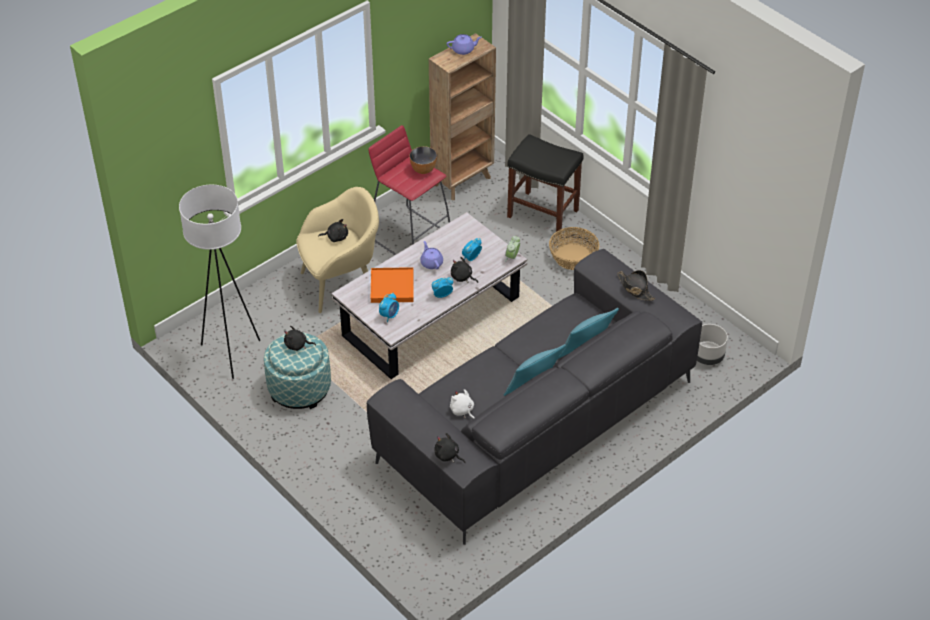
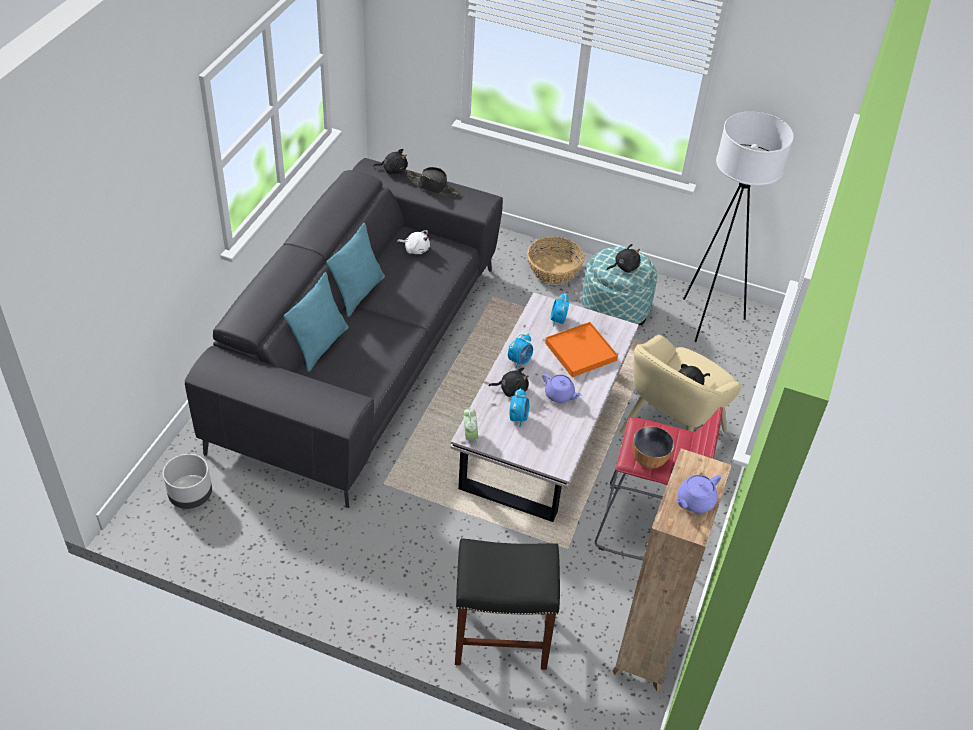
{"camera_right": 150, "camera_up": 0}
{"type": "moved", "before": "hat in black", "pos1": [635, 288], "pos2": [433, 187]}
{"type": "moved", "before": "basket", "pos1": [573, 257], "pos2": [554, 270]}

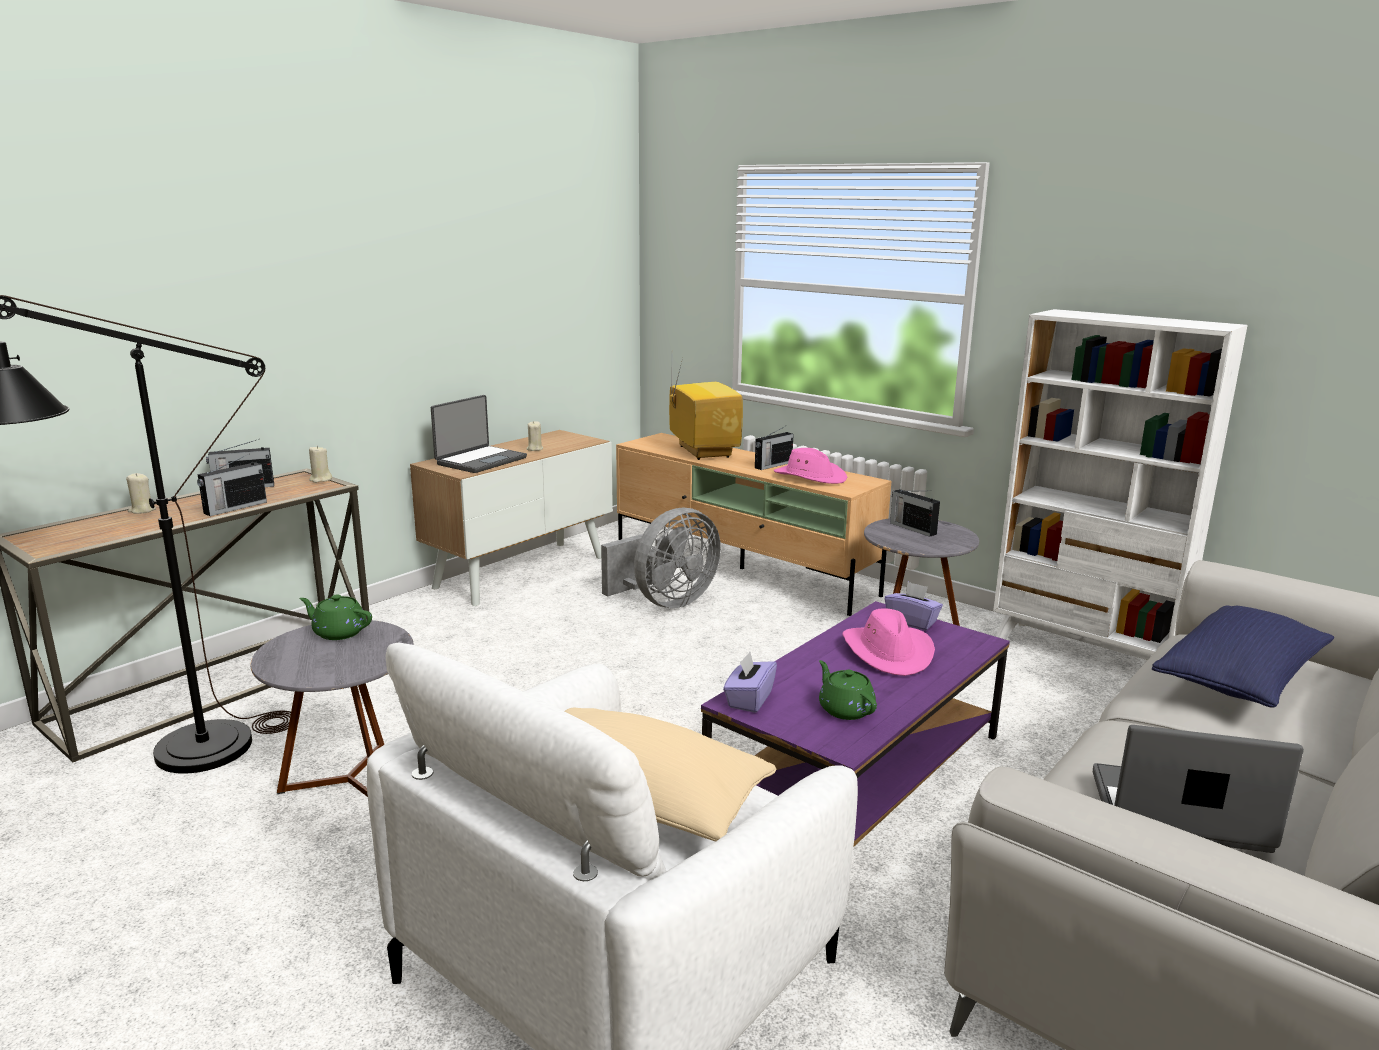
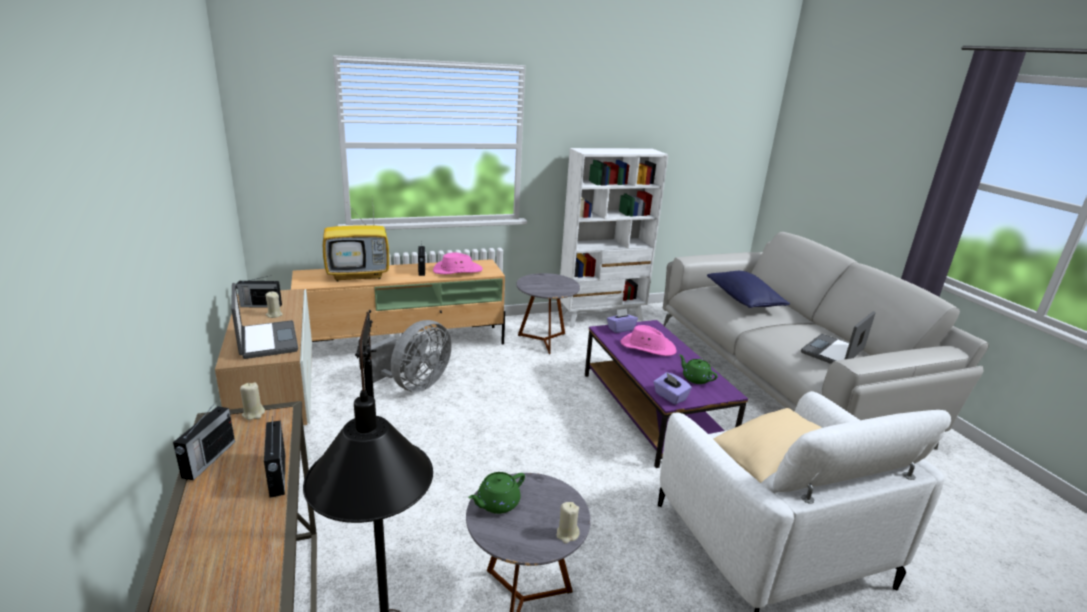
{"camera_right": -60, "camera_up": 5}
{"type": "moved", "before": "radio", "pos1": [912, 528], "pos2": [260, 305]}
{"type": "turned", "before": "television", "pos1": [702, 451], "pos2": [359, 275], "turn": 150}
{"type": "turned", "before": "fan in grey", "pos1": [666, 602], "pos2": [414, 385], "turn": 45}
{"type": "moved", "before": "candle in beige", "pos1": [142, 510], "pos2": [567, 534]}
{"type": "turned", "before": "teapot in green", "pos1": [845, 709], "pos2": [695, 378], "turn": 45}

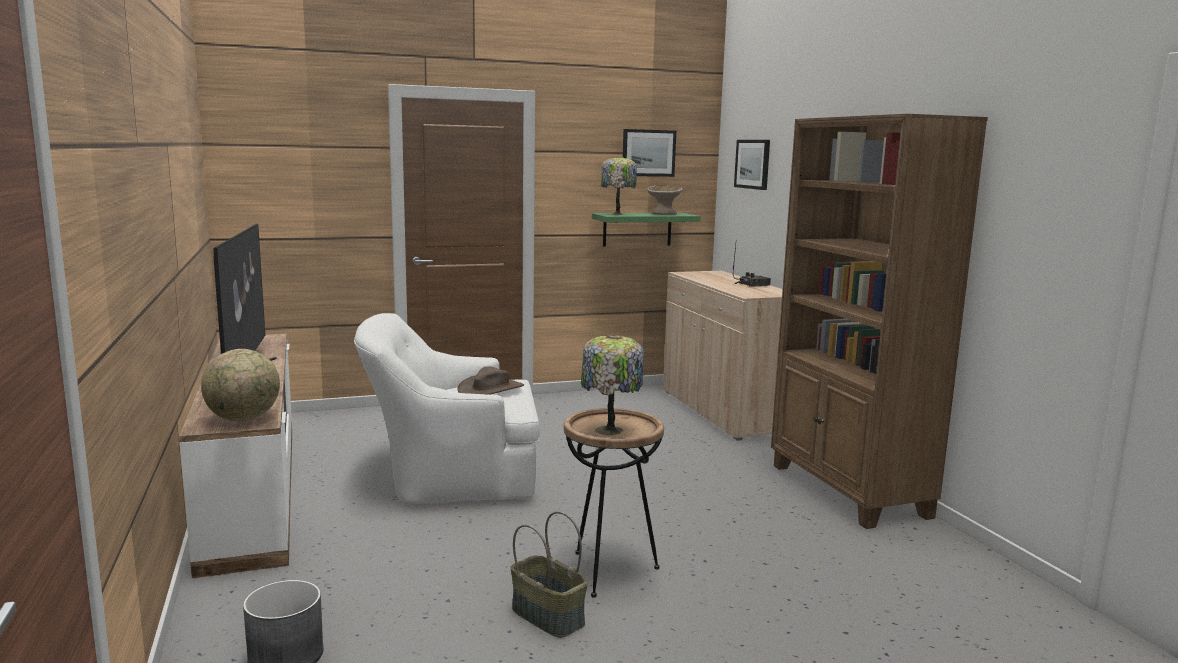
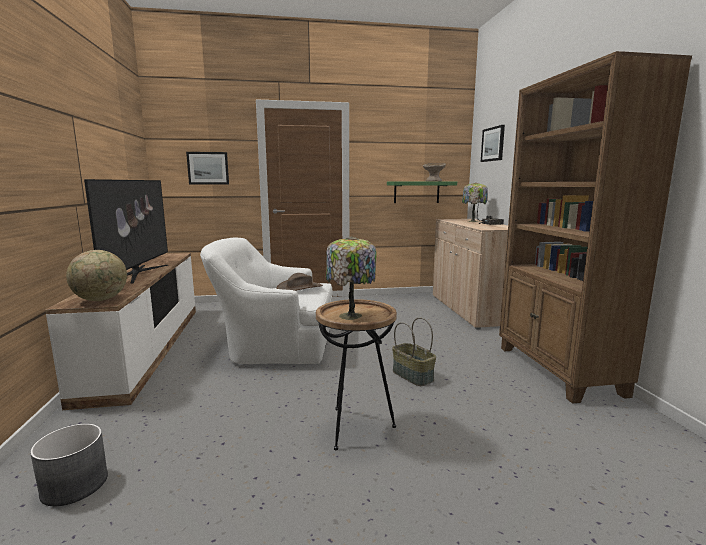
{"camera_right": 10, "camera_up": 0}
{"type": "moved", "before": "picture", "pos1": [648, 153], "pos2": [208, 168]}
{"type": "moved", "before": "basket", "pos1": [549, 616], "pos2": [413, 376]}
{"type": "moved", "before": "table lamp", "pos1": [617, 214], "pos2": [472, 221]}

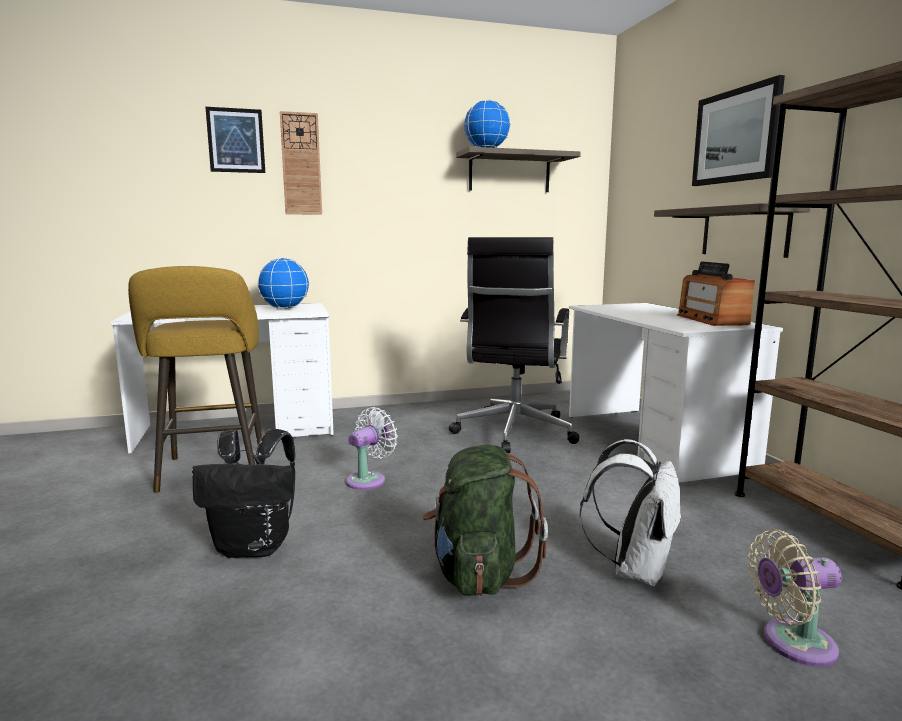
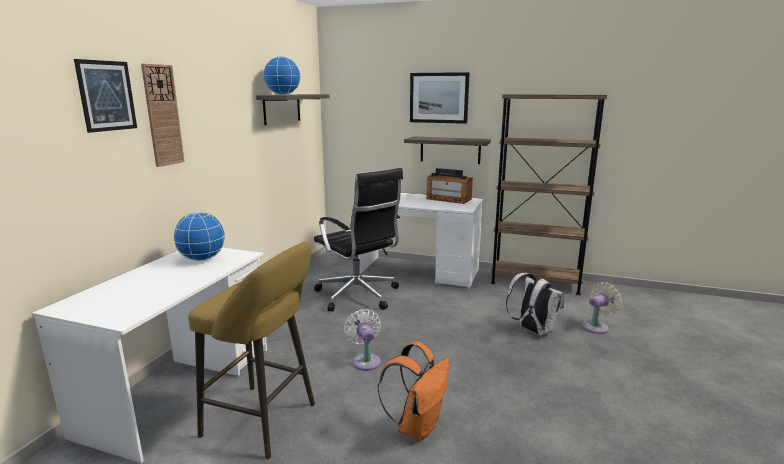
{"camera_right": -55, "camera_up": 5}
{"type": "recoloured", "before": "backpack in black", "after": "backpack in orange", "pos1": [255, 547], "pos2": [417, 426]}
{"type": "turned", "before": "fan in beige", "pos1": [792, 643], "pos2": [597, 326], "turn": -150}
{"type": "removed", "before": "backpack in green", "pos1": [479, 574]}

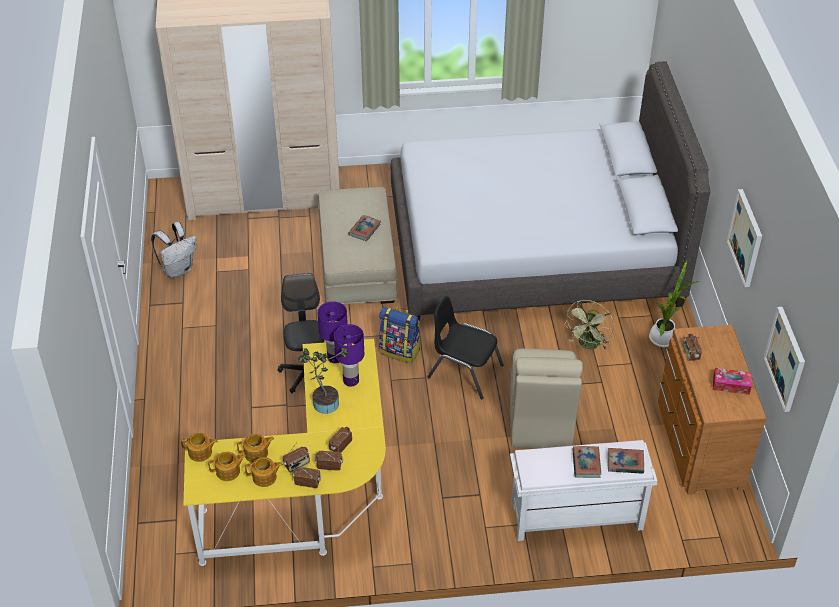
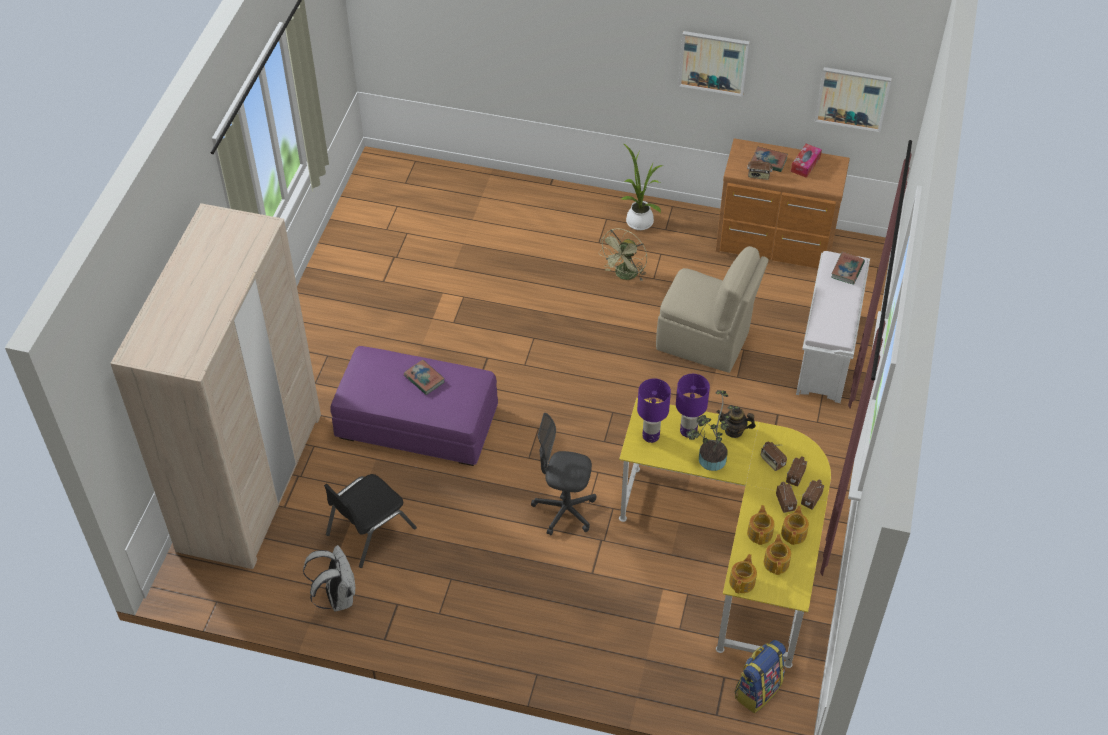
{"camera_right": -70, "camera_up": 5}
{"type": "moved", "before": "chair in black", "pos1": [464, 371], "pos2": [370, 531]}
{"type": "recoloured", "before": "ottoman in beige", "after": "ottoman in purple", "pos1": [357, 263], "pos2": [417, 423]}
{"type": "turned", "before": "fan in green", "pos1": [588, 345], "pos2": [624, 276], "turn": 75}
{"type": "added", "after": "teapot", "pos2": [734, 431]}
{"type": "moved", "before": "backpack", "pos1": [400, 351], "pos2": [757, 690]}
{"type": "moved", "before": "book", "pos1": [586, 463], "pos2": [768, 161]}
{"type": "removed", "before": "bed in grey", "pos1": [533, 250]}

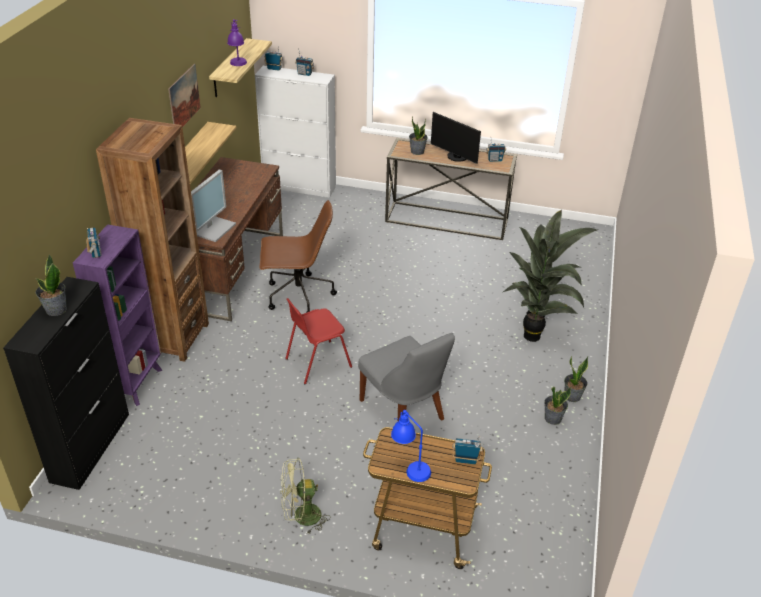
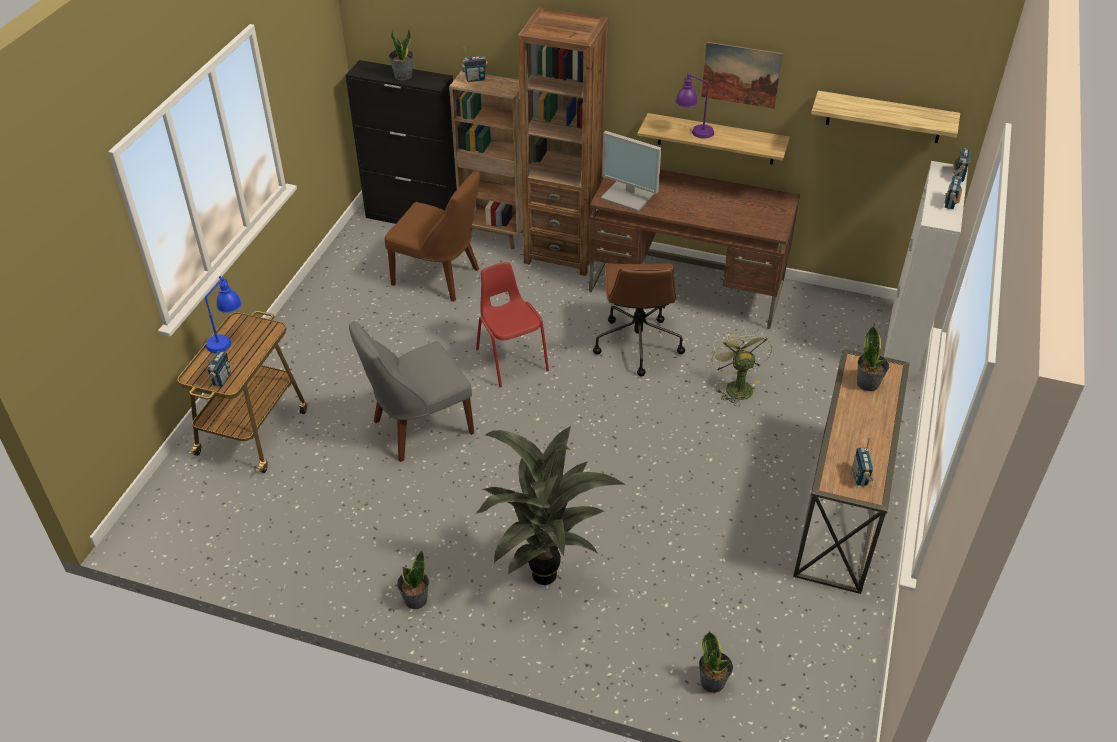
{"camera_right": 95, "camera_up": 5}
{"type": "added", "after": "chair in brown", "pos2": [439, 277]}
{"type": "recoloured", "before": "bookcase in purple", "after": "bookcase in brown", "pos1": [136, 383], "pos2": [495, 235]}
{"type": "moved", "before": "table lamp in purple", "pos1": [238, 65], "pos2": [693, 133]}
{"type": "moved", "before": "potted plant", "pos1": [552, 418], "pos2": [713, 682]}
{"type": "moved", "before": "fan in green", "pos1": [301, 517], "pos2": [736, 386]}
{"type": "removed", "before": "monitor", "pos1": [456, 157]}

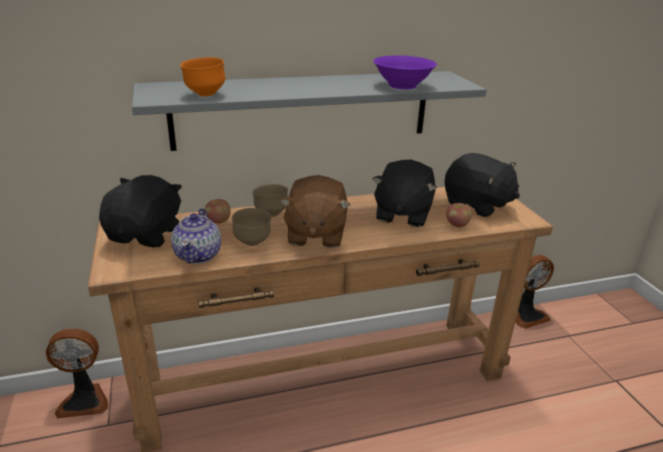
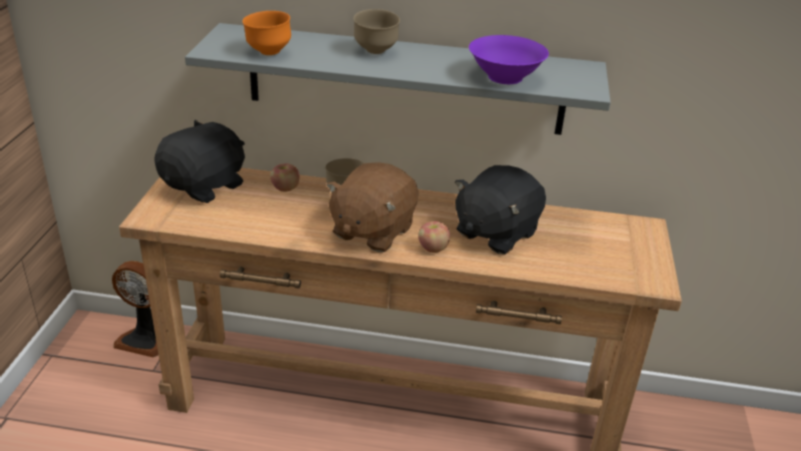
{"camera_right": 25, "camera_up": 5}
{"type": "moved", "before": "bowl in brown", "pos1": [252, 243], "pos2": [375, 51]}
{"type": "moved", "before": "apple", "pos1": [457, 224], "pos2": [433, 248]}
{"type": "removed", "before": "teapot", "pos1": [198, 255]}
{"type": "removed", "before": "plush toy in black", "pos1": [477, 205]}
{"type": "removed", "before": "fan", "pos1": [526, 315]}

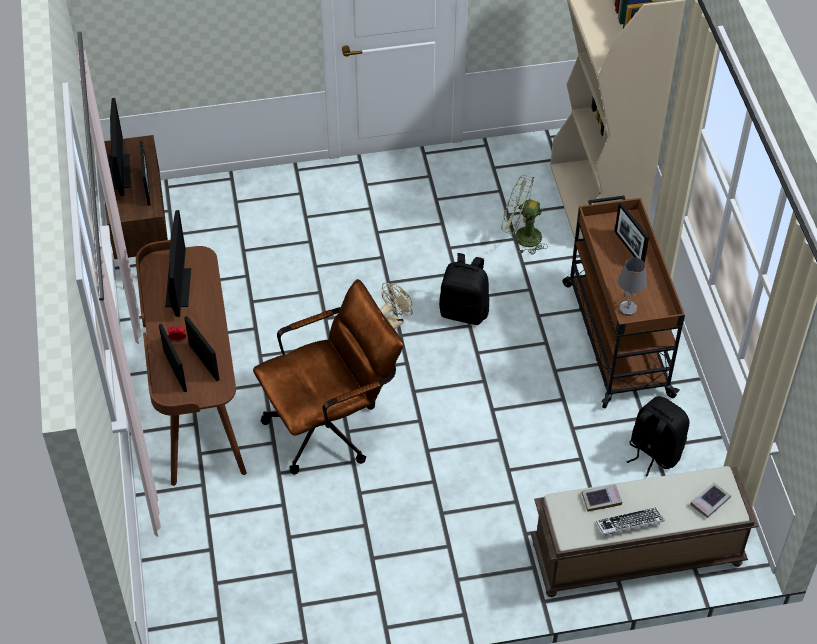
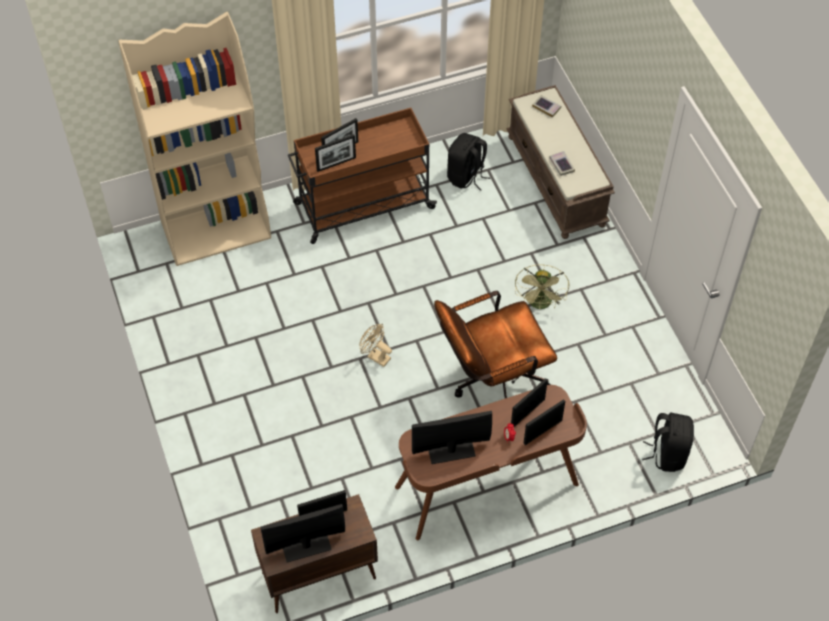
{"camera_right": -100, "camera_up": 5}
{"type": "added", "after": "picture frame", "pos2": [336, 164]}
{"type": "turned", "before": "office chair in brown", "pos1": [331, 425], "pos2": [491, 382], "turn": -75}
{"type": "moved", "before": "fan in green", "pos1": [521, 237], "pos2": [540, 304]}
{"type": "moved", "before": "backpack in black", "pos1": [464, 311], "pos2": [667, 453]}
{"type": "removed", "before": "keyboard", "pos1": [629, 524]}
{"type": "removed", "before": "table lamp in grey", "pos1": [627, 309]}

